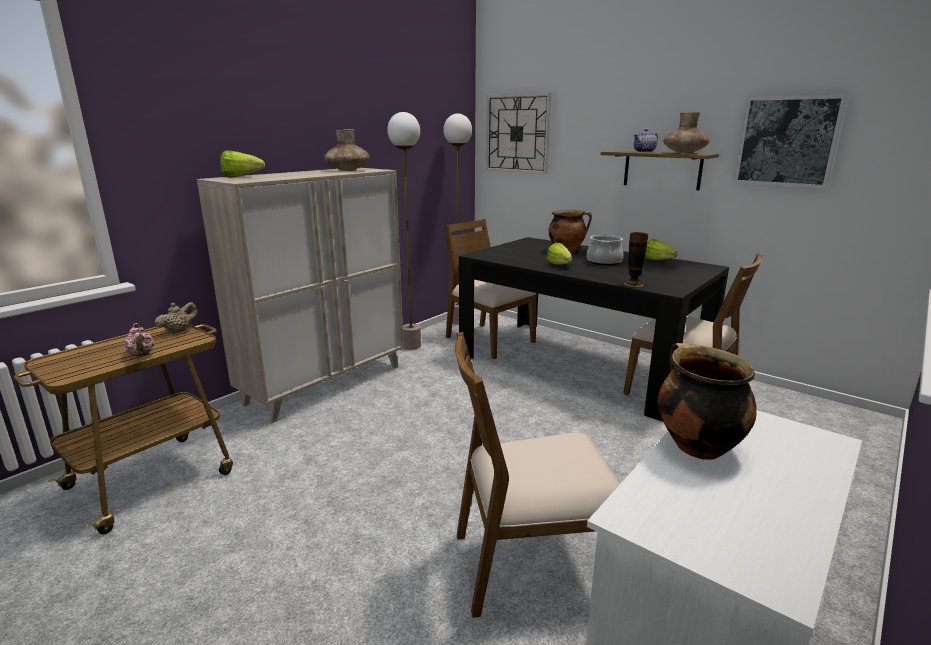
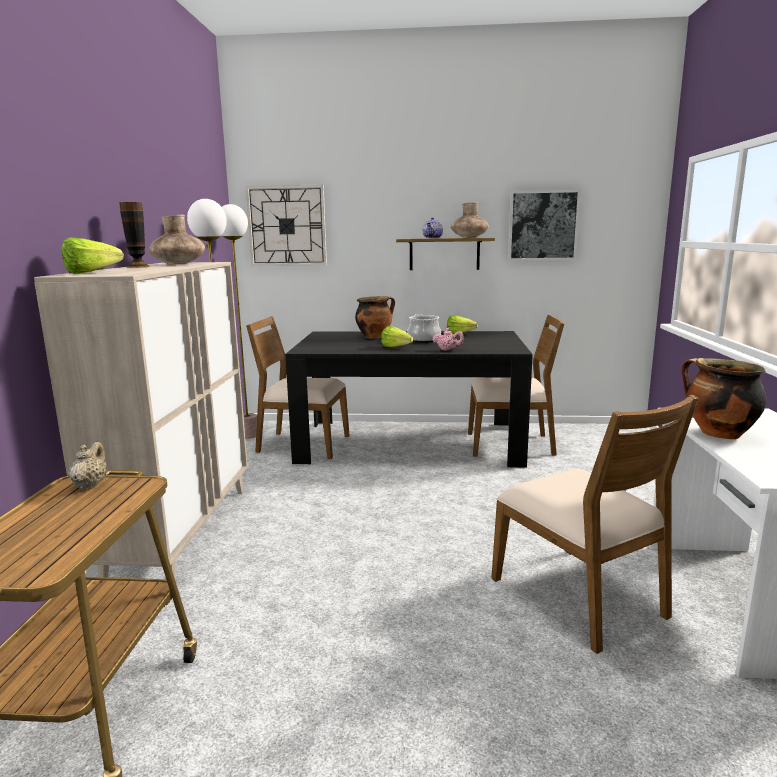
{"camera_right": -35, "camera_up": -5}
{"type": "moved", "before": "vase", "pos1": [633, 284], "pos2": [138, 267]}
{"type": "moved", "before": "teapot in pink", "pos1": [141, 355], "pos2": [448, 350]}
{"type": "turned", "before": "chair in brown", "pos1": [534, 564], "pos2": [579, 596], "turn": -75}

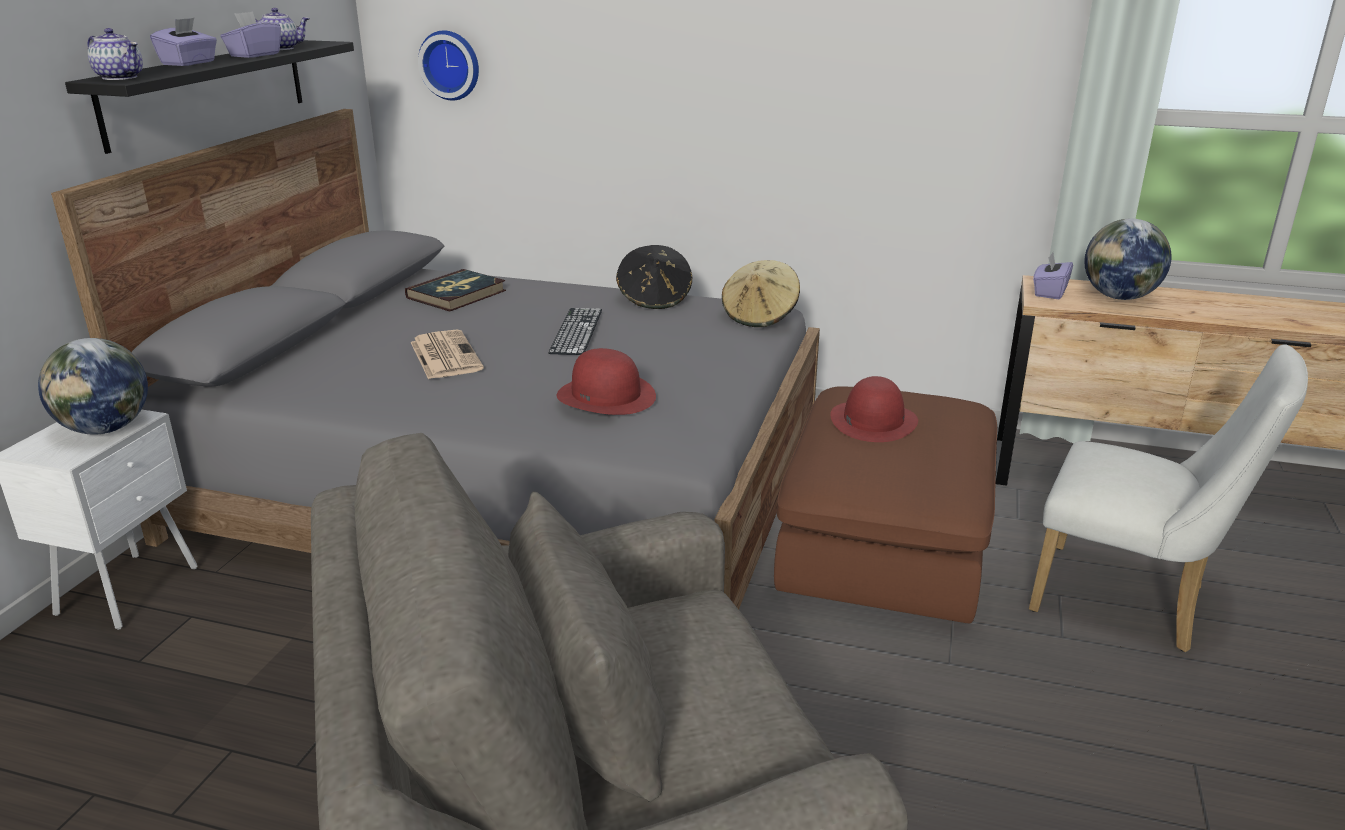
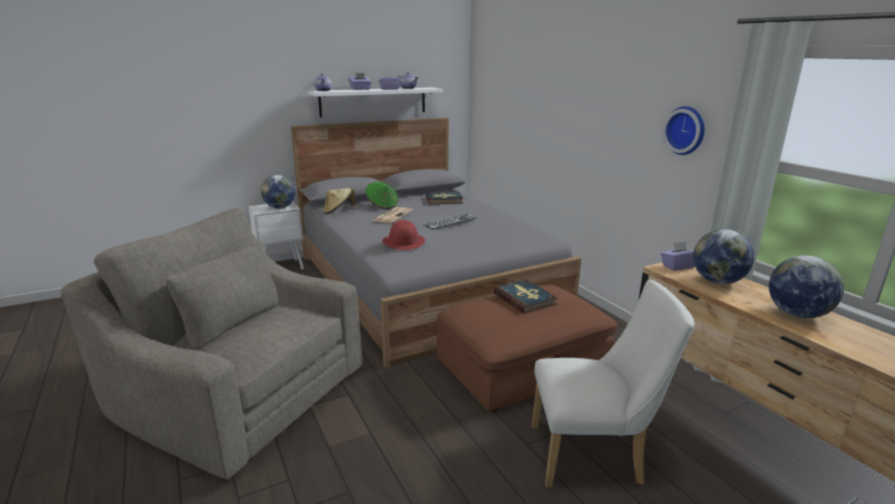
{"camera_right": 45, "camera_up": -5}
{"type": "recoloured", "before": "shelf in black", "after": "shelf in white", "pos1": [208, 91], "pos2": [374, 101]}
{"type": "moved", "before": "hat in beige", "pos1": [760, 316], "pos2": [338, 211]}
{"type": "added", "after": "hat in green", "pos2": [382, 205]}
{"type": "replaced", "before": "hat in red", "after": "book", "pos1": [873, 420], "pos2": [525, 298]}
{"type": "turned", "before": "chair in white", "pos1": [1131, 602], "pos2": [594, 455], "turn": -75}
{"type": "moved", "before": "wall clock", "pos1": [451, 65], "pos2": [686, 130]}
{"type": "added", "after": "globe", "pos2": [797, 314]}
{"type": "removed", "before": "hat in black", "pos1": [655, 299]}

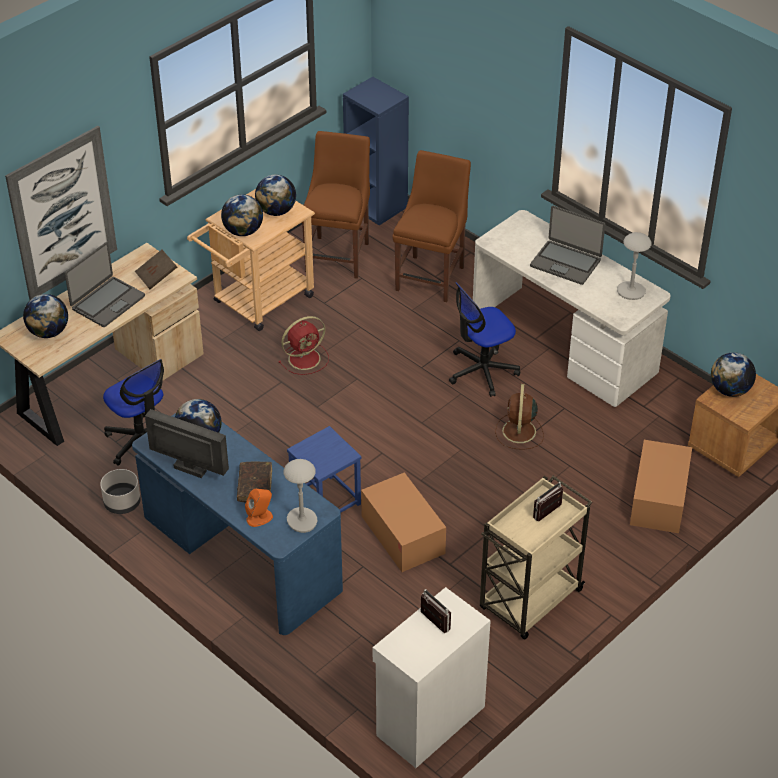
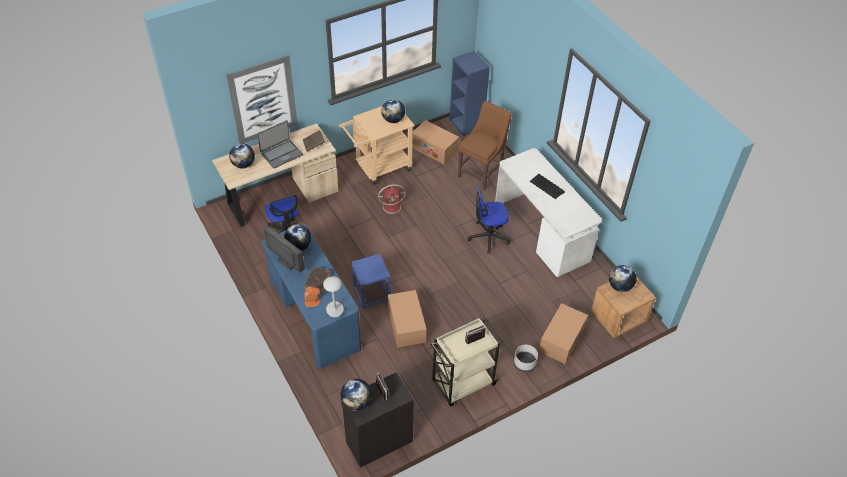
{"camera_right": 15, "camera_up": 5}
{"type": "moved", "before": "globe", "pos1": [243, 231], "pos2": [356, 402]}
{"type": "recoloured", "before": "cabinet in white", "after": "cabinet in black", "pos1": [429, 720], "pos2": [378, 441]}
{"type": "replaced", "before": "chair in brown", "after": "cardboard box", "pos1": [339, 254], "pos2": [434, 149]}
{"type": "moved", "before": "planter in grey", "pos1": [122, 503], "pos2": [524, 364]}
{"type": "replaced", "before": "laptop", "after": "keyboard", "pos1": [566, 263], "pos2": [547, 186]}
{"type": "removed", "before": "fan in brown", "pos1": [519, 432]}
{"type": "removed", "before": "table lamp in grey", "pos1": [630, 292]}

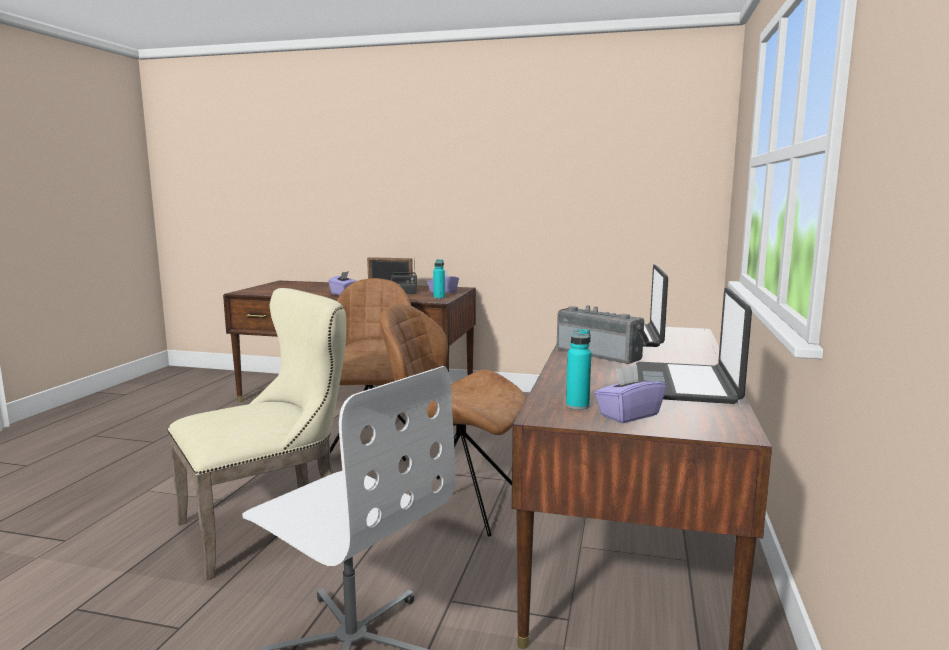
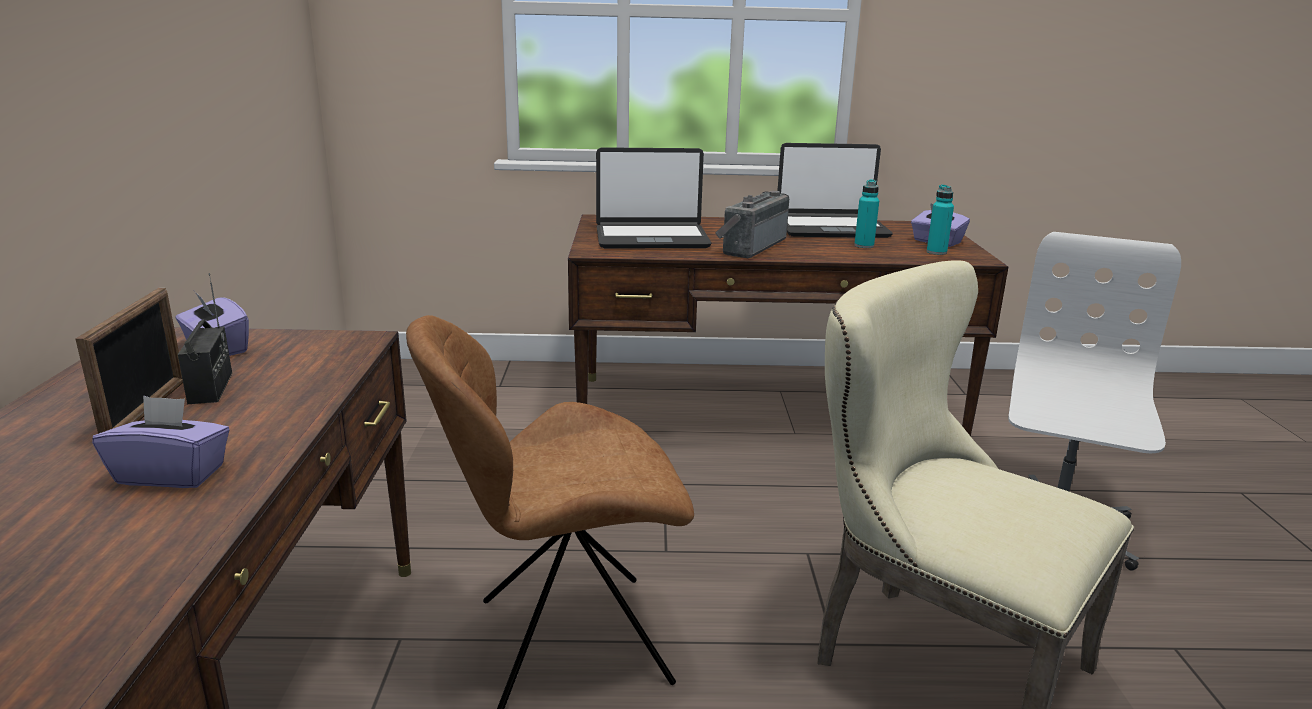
{"camera_right": -105, "camera_up": 10}
{"type": "moved", "before": "bottle in turquoise", "pos1": [439, 298], "pos2": [864, 246]}
{"type": "removed", "before": "chair in brown", "pos1": [456, 504]}

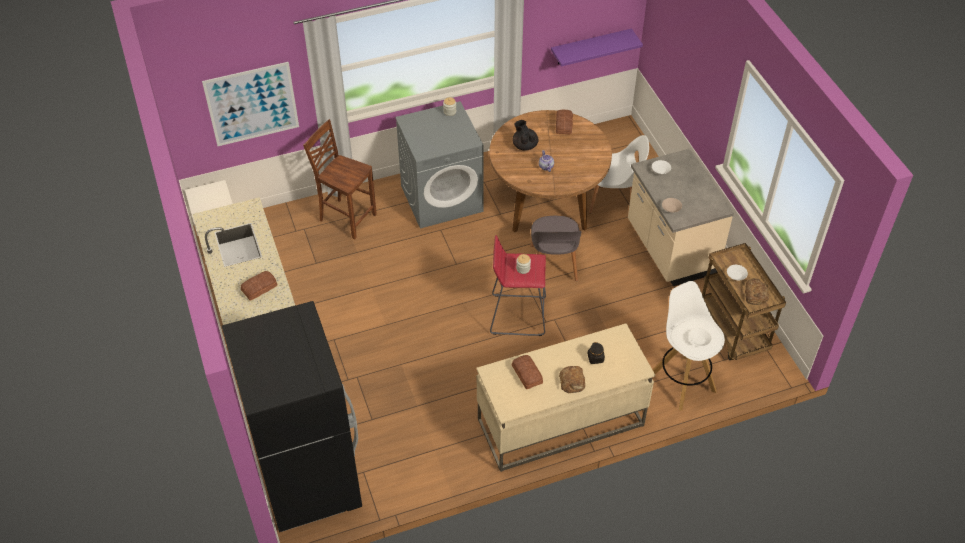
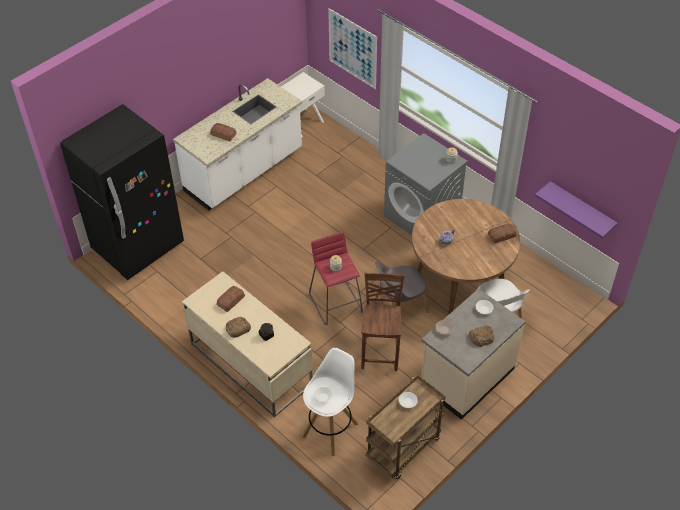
{"camera_right": 65, "camera_up": 0}
{"type": "moved", "before": "chair in brown", "pos1": [346, 217], "pos2": [381, 352]}
{"type": "moved", "before": "bread", "pos1": [755, 294], "pos2": [481, 337]}
{"type": "removed", "before": "teapot in black", "pos1": [524, 145]}

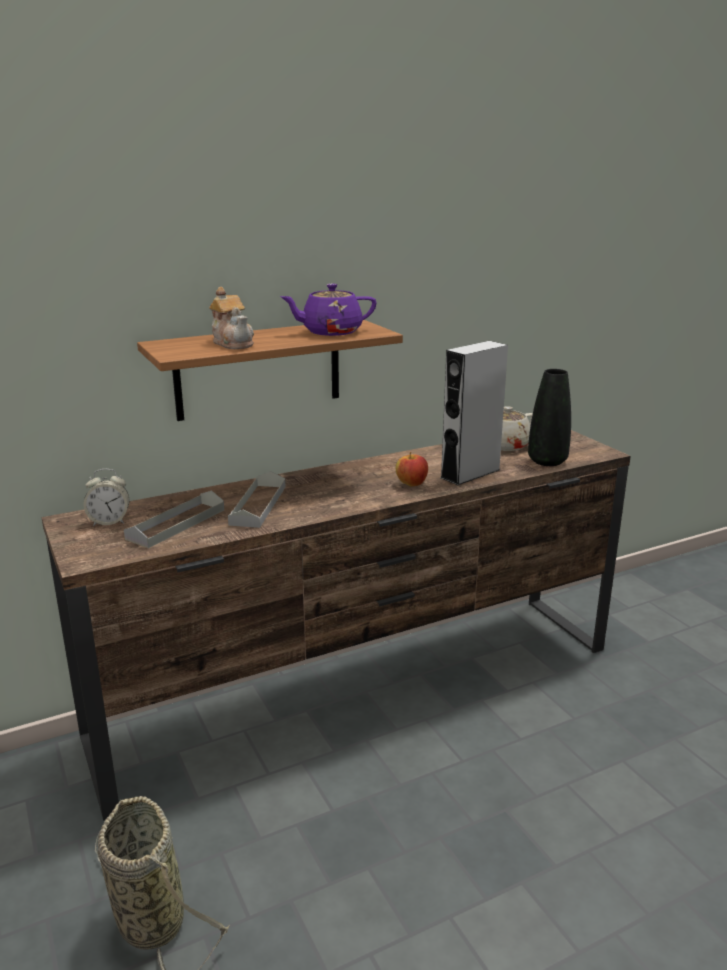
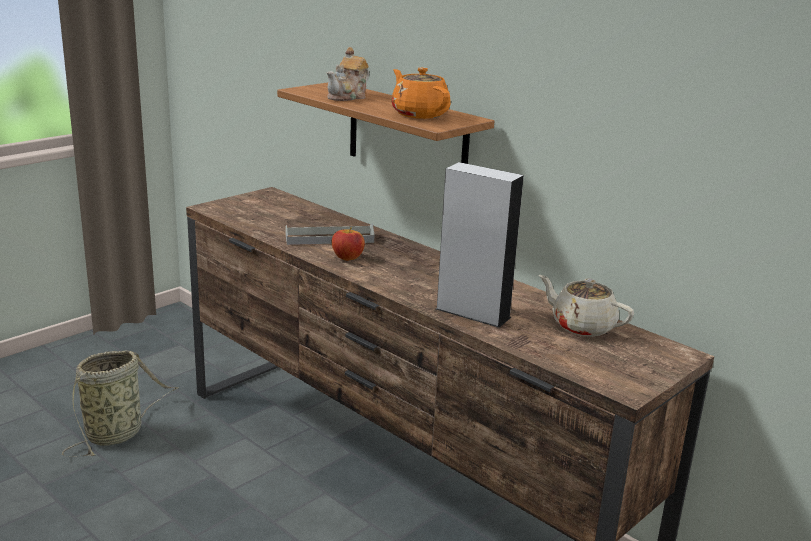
{"camera_right": 70, "camera_up": 0}
{"type": "moved", "before": "apple", "pos1": [411, 484], "pos2": [347, 258]}
{"type": "recoloured", "before": "teapot in purple", "after": "teapot in orange", "pos1": [330, 332], "pos2": [419, 114]}
{"type": "removed", "before": "alarm clock", "pos1": [109, 522]}
{"type": "removed", "before": "tray in grey", "pos1": [176, 524]}
{"type": "removed", "before": "vase in black", "pos1": [547, 461]}

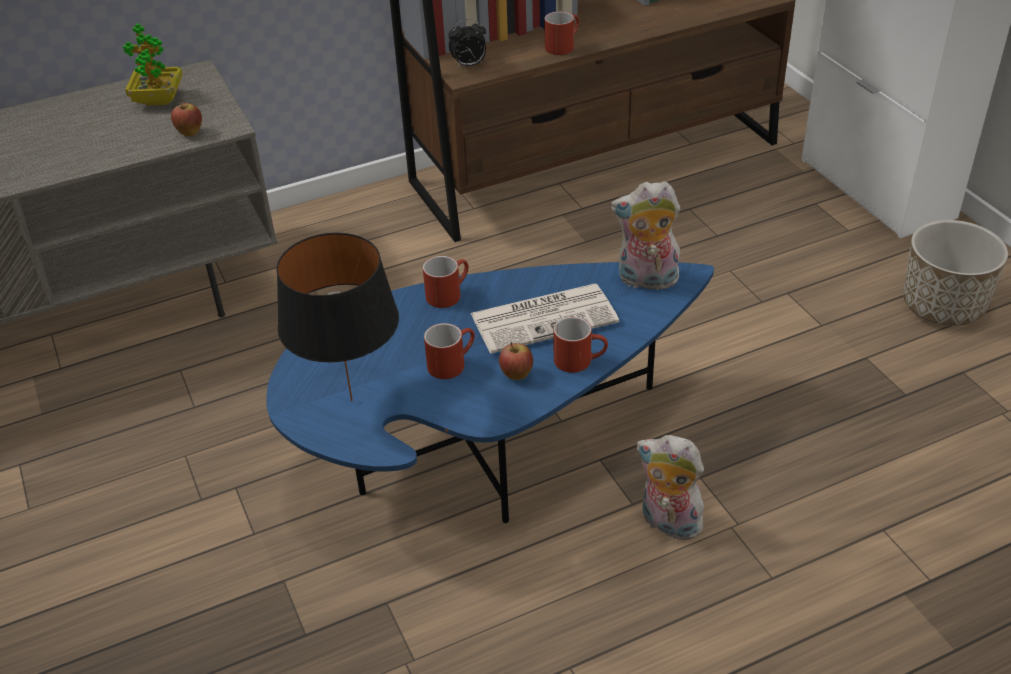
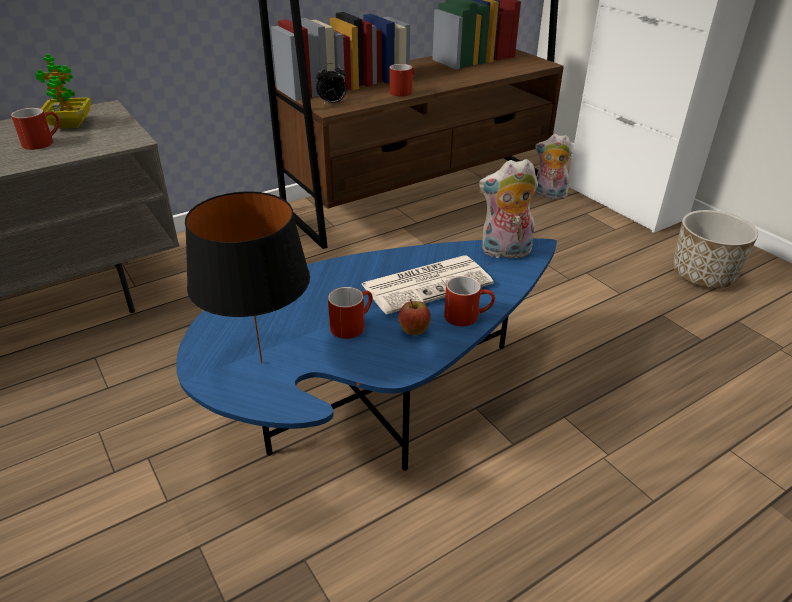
{"camera_right": -10, "camera_up": -5}
{"type": "moved", "before": "mug in red", "pos1": [448, 293], "pos2": [43, 142]}
{"type": "moved", "before": "plush toy", "pos1": [667, 523], "pos2": [548, 195]}
{"type": "removed", "before": "apple", "pos1": [190, 133]}

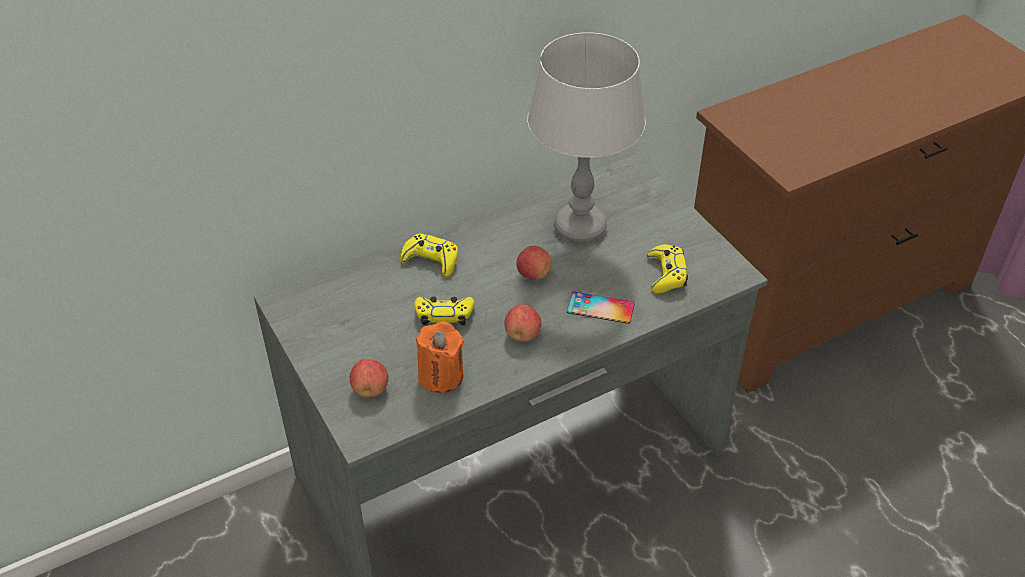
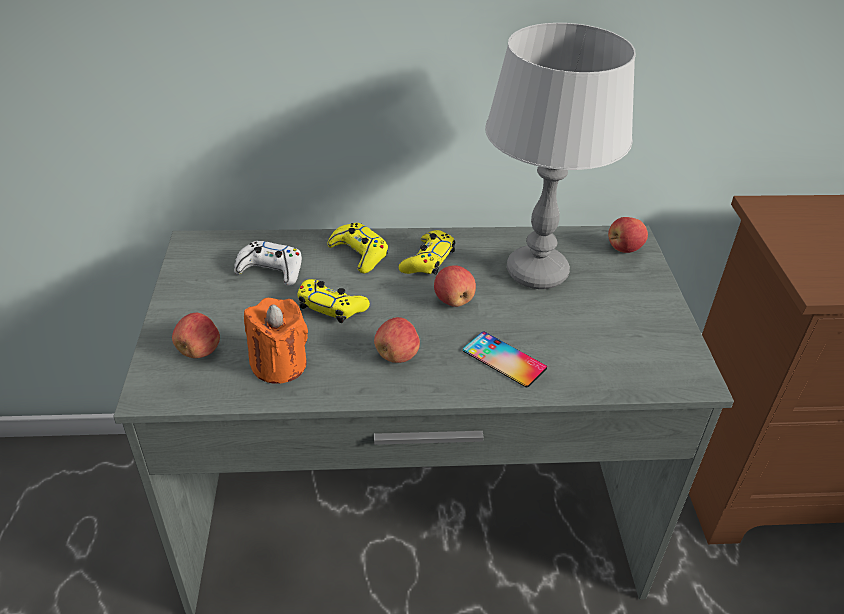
{"camera_right": 25, "camera_up": -5}
{"type": "added", "after": "game controller in white", "pos2": [271, 270]}
{"type": "moved", "before": "game controller in yellow", "pos1": [666, 274], "pos2": [428, 260]}
{"type": "added", "after": "apple", "pos2": [624, 248]}

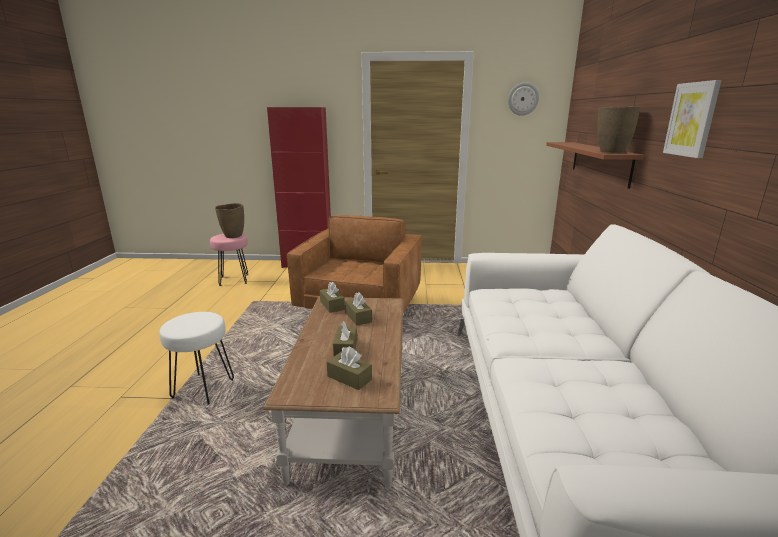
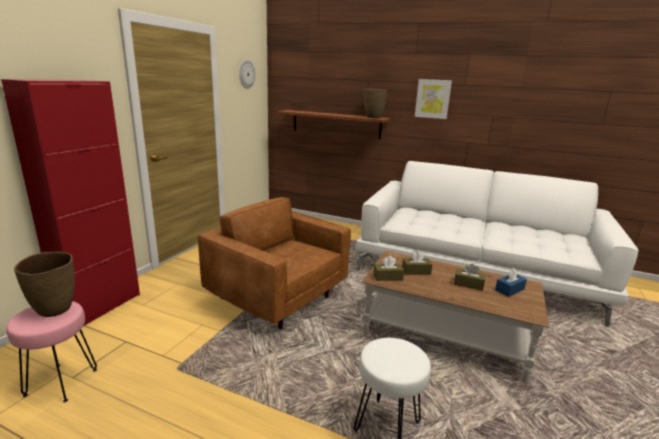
{"camera_right": -70, "camera_up": 0}
{"type": "recoloured", "before": "tissue box in brown", "after": "tissue box in blue", "pos1": [349, 378], "pos2": [509, 290]}

